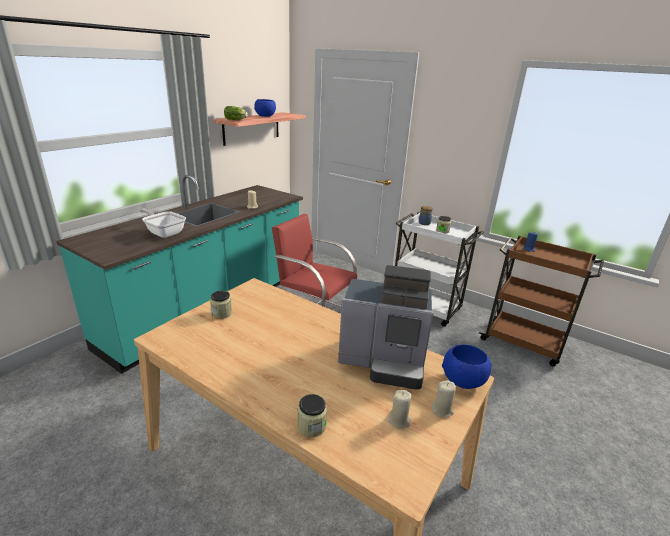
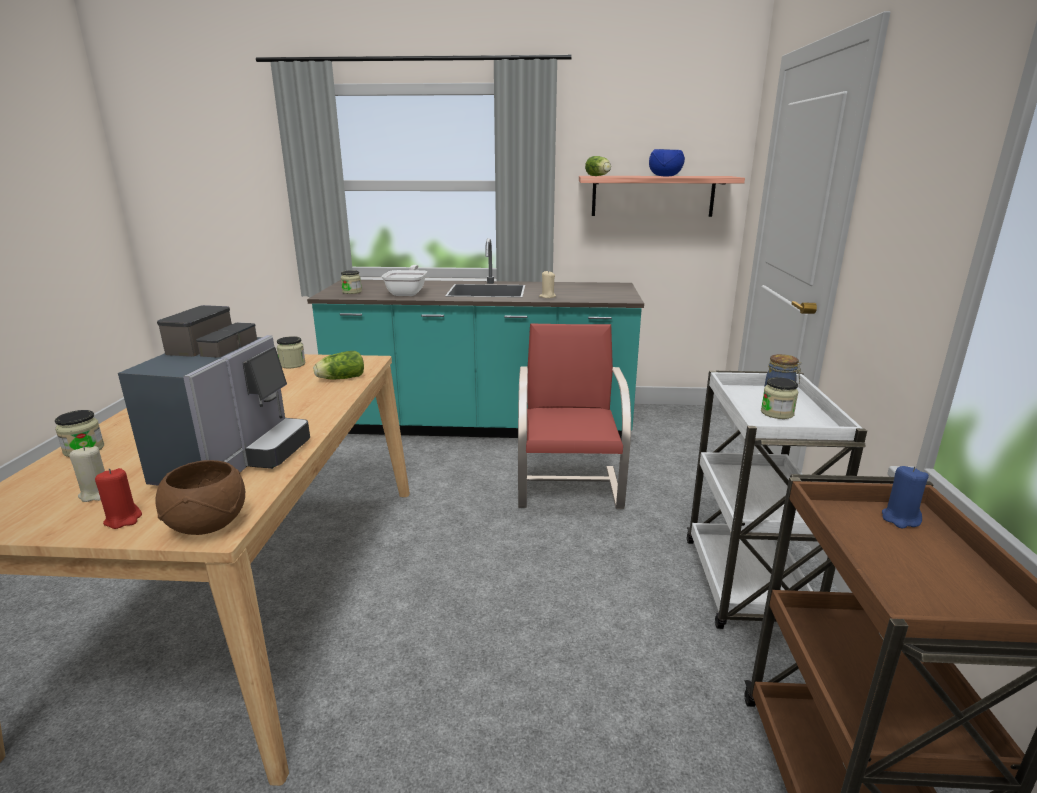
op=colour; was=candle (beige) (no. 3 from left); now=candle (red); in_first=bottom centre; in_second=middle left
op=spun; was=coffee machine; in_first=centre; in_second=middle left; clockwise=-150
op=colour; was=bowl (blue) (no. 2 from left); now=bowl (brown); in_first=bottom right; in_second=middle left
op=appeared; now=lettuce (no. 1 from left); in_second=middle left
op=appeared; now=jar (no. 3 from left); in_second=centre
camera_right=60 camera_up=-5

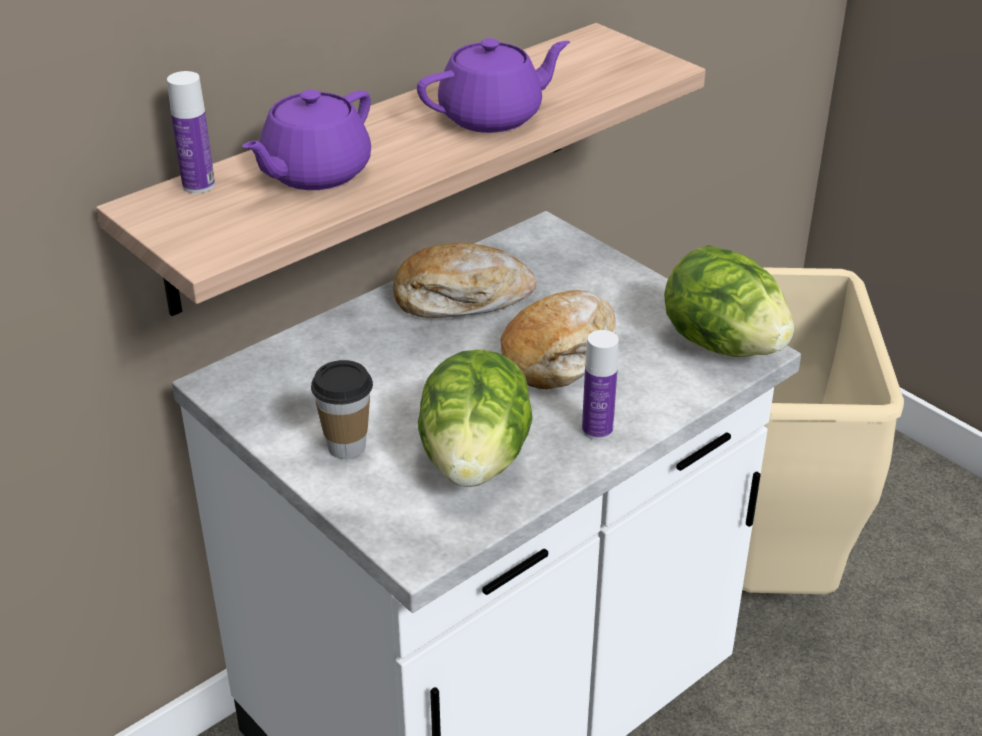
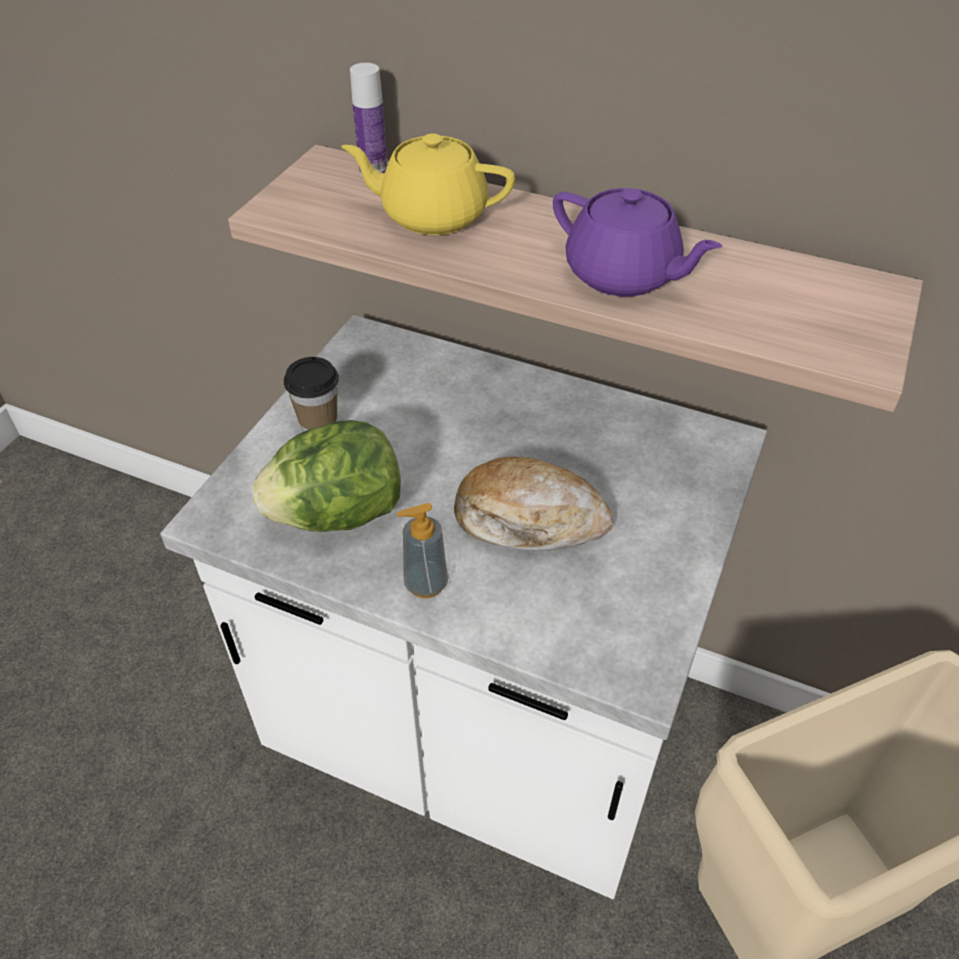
op=colour; was=teapot (purple) (no. 1 from left); now=teapot (yellow); in_first=top left; in_second=top centre
op=exchanged; was=bottle (no. 2 from left); now=soap dispenser; in_first=centre; in_second=centre
op=missing; was=bread (no. 1 from left); in_first=centre
op=missing; was=lettuce (no. 2 from left); in_first=middle right
camera_right=65 camera_up=10

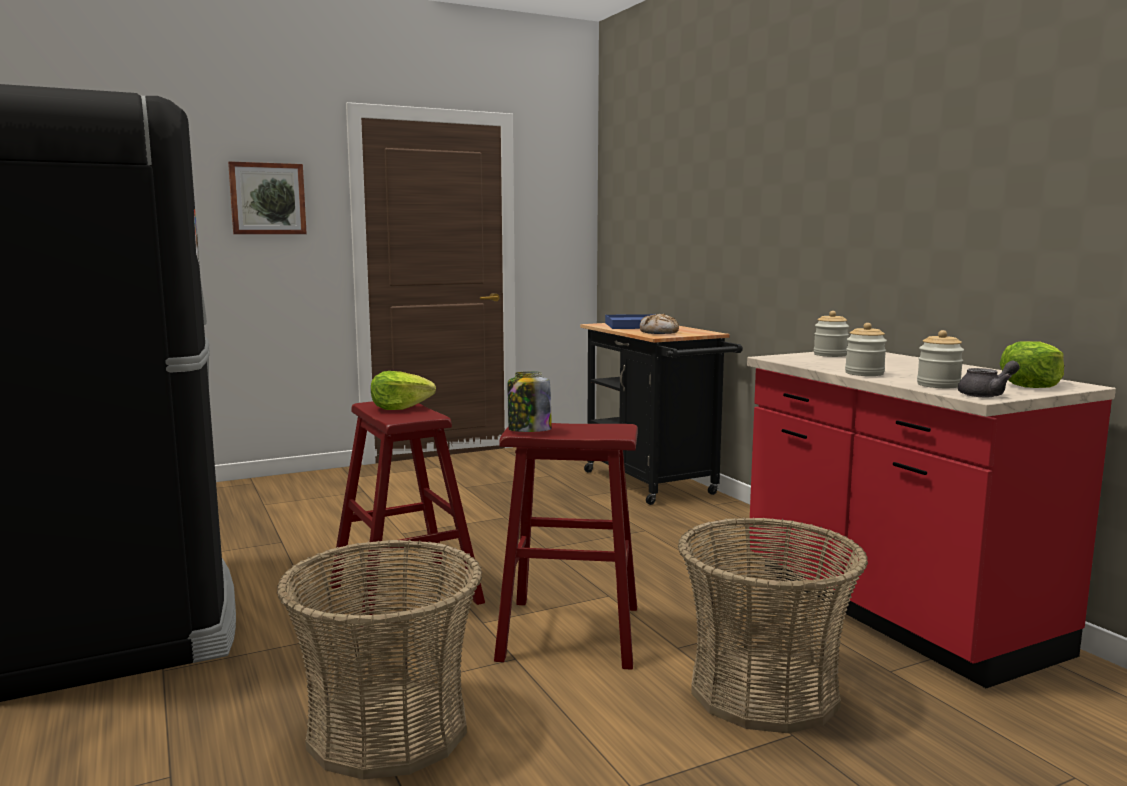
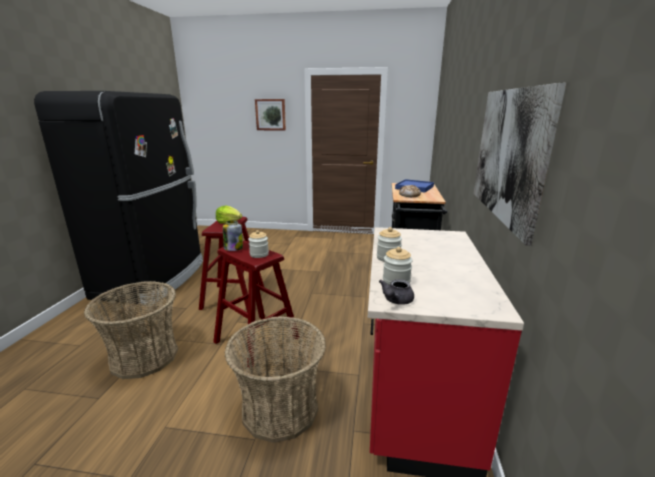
op=relocated; was=jar (no. 2 from left); in_first=middle right; in_second=centre
op=spun; was=teapot (grey); in_first=middle right; in_second=centre; clockwise=105
op=appeared; now=picture (no. 2 from left); in_second=middle right
op=missing; was=lettuce (no. 2 from left); in_first=middle right
camera_right=35 camera_up=10

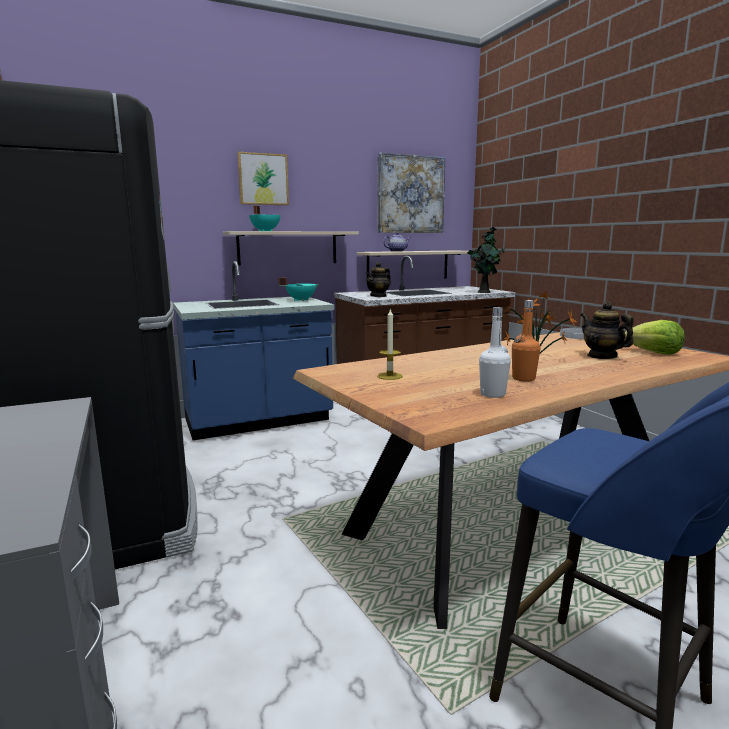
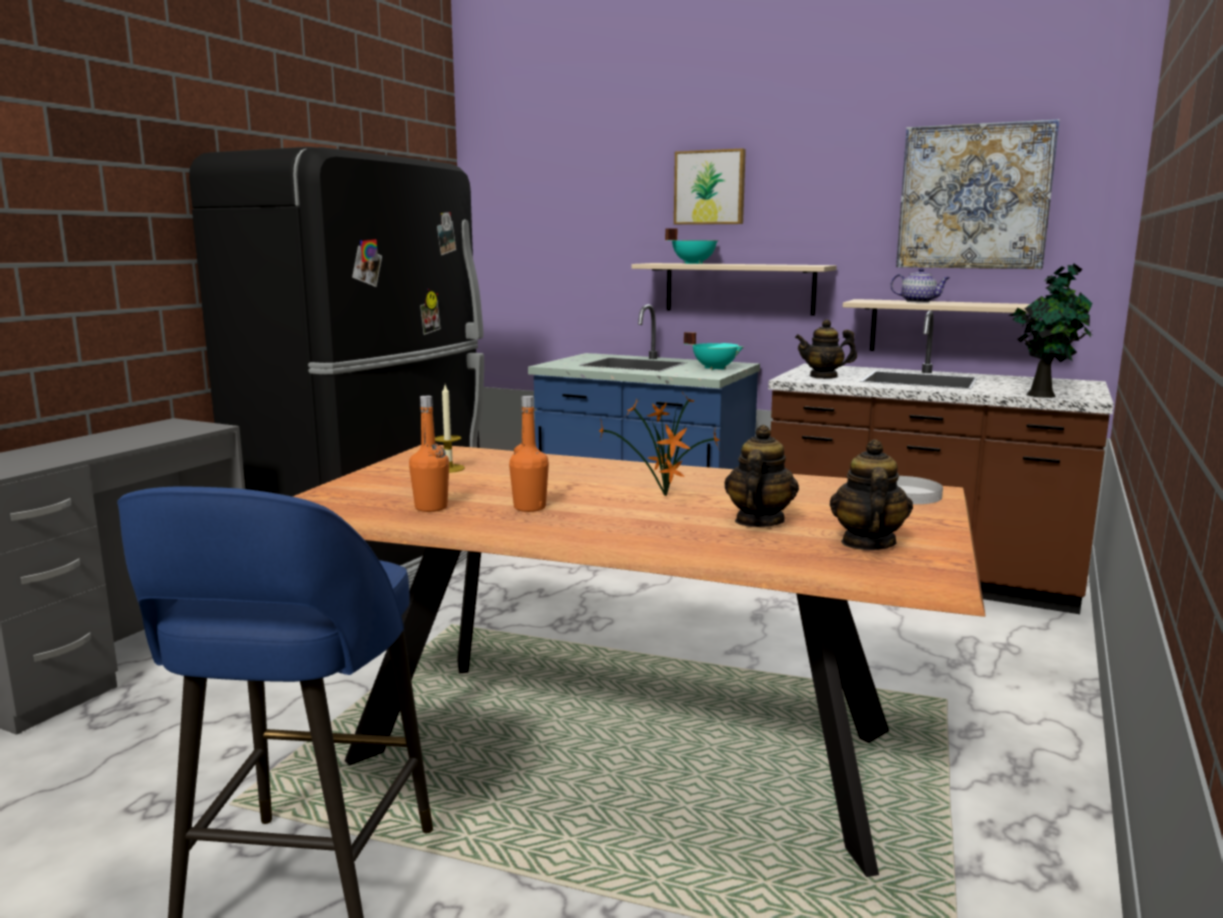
op=colour; was=bottle (white); now=bottle (orange) (no. 1 from left); in_first=middle right; in_second=centre
op=exchanged; was=lettuce; now=teapot (no. 3 from left); in_first=middle right; in_second=middle right
camera_right=50 camera_up=0

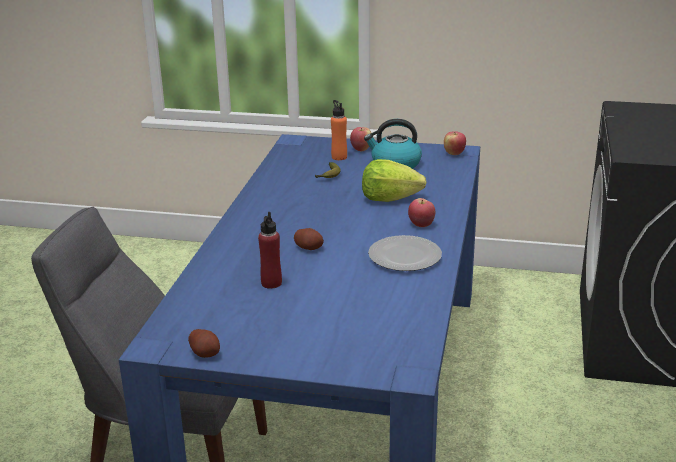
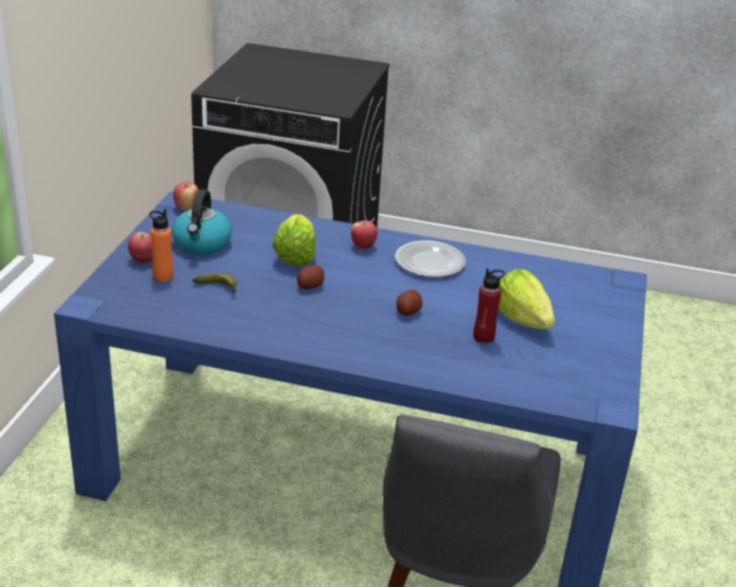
op=relocated; was=potato (no. 1 from left); in_first=bottom left; in_second=centre
op=appeared; now=lettuce (no. 2 from left); in_second=middle right
camera_right=-90 camera_up=5

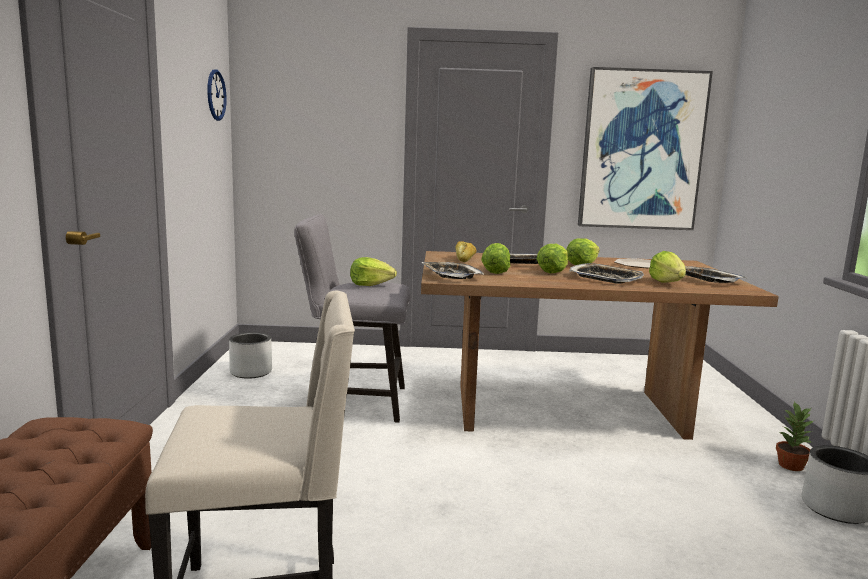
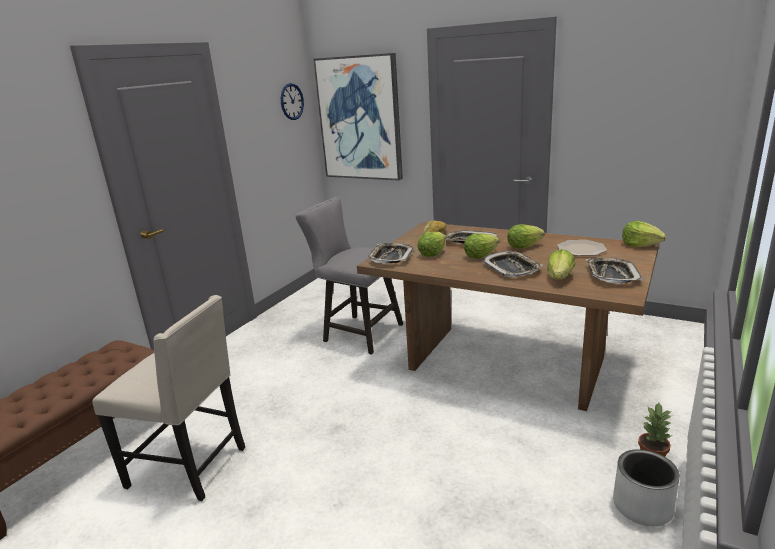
op=relocated; was=picture; in_first=top right; in_second=top centre
op=relocated; was=lettuce (no. 1 from left in the first image); now=lettuce (no. 5 from left); in_first=centre; in_second=middle right
op=missing; was=planter (grey) (no. 1 from left); in_first=middle left
camera_right=30 camera_up=10

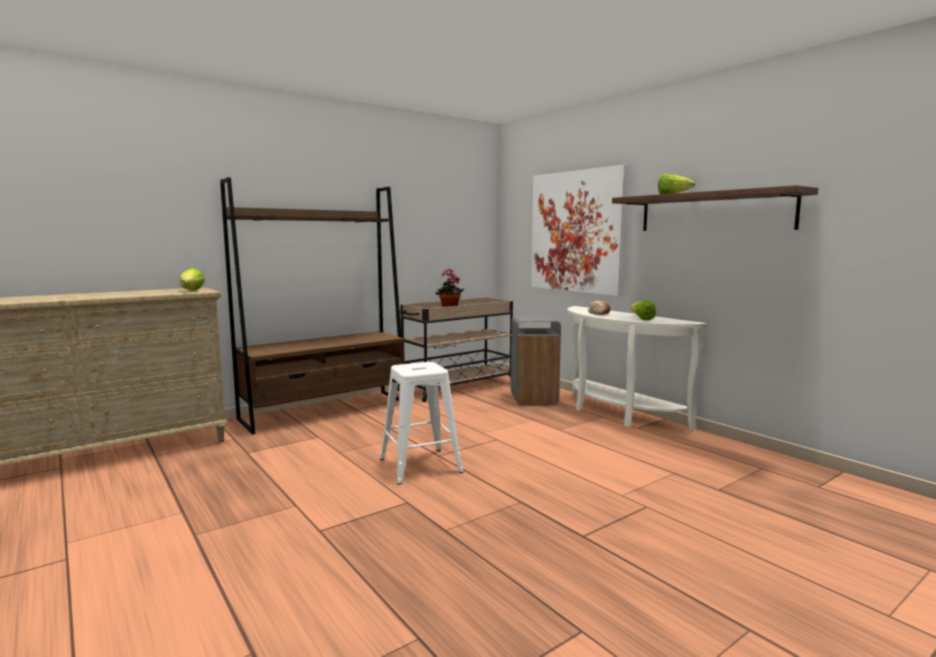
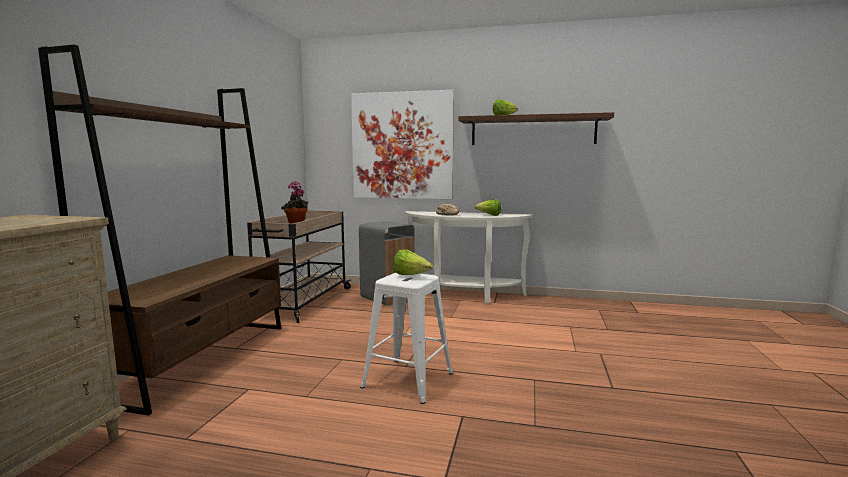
op=relocated; was=lettuce (no. 1 from left); in_first=middle left; in_second=centre
camera_right=-40 camera_up=0

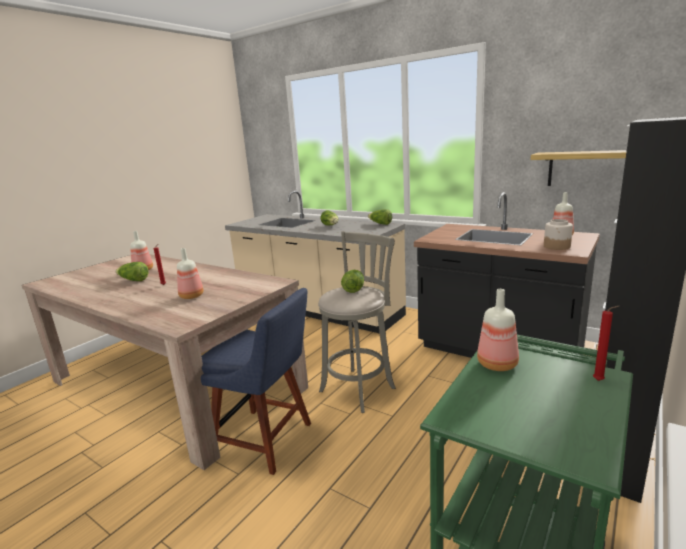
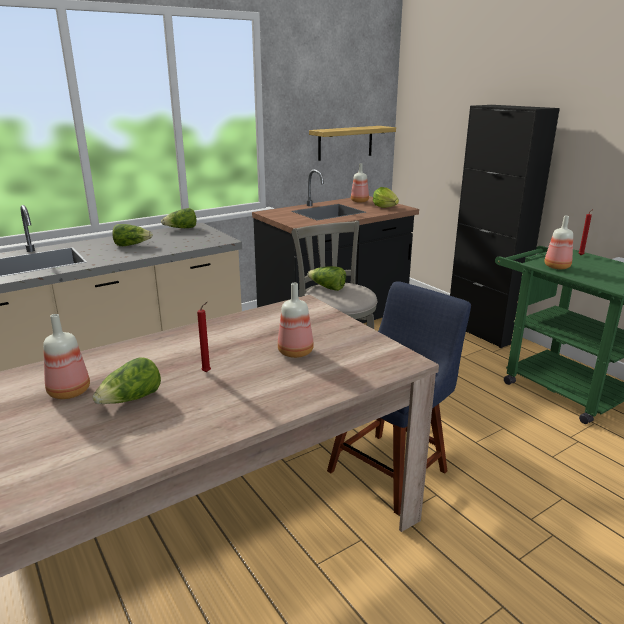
op=exchanged; was=jar; now=lettuce (no. 5 from left); in_first=middle right; in_second=top centre
camera_right=-70 camera_up=5

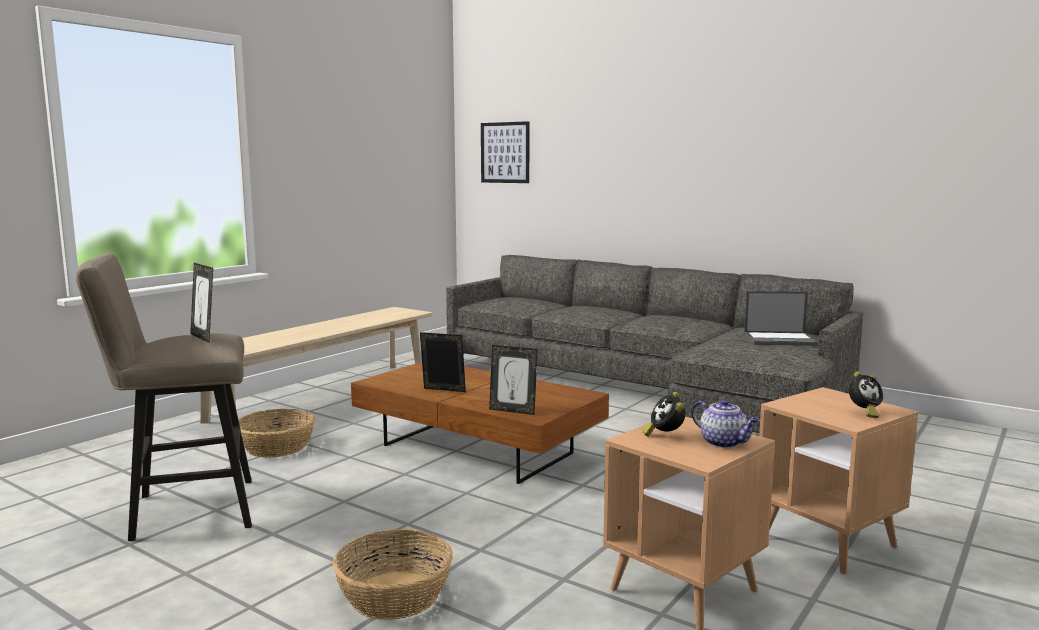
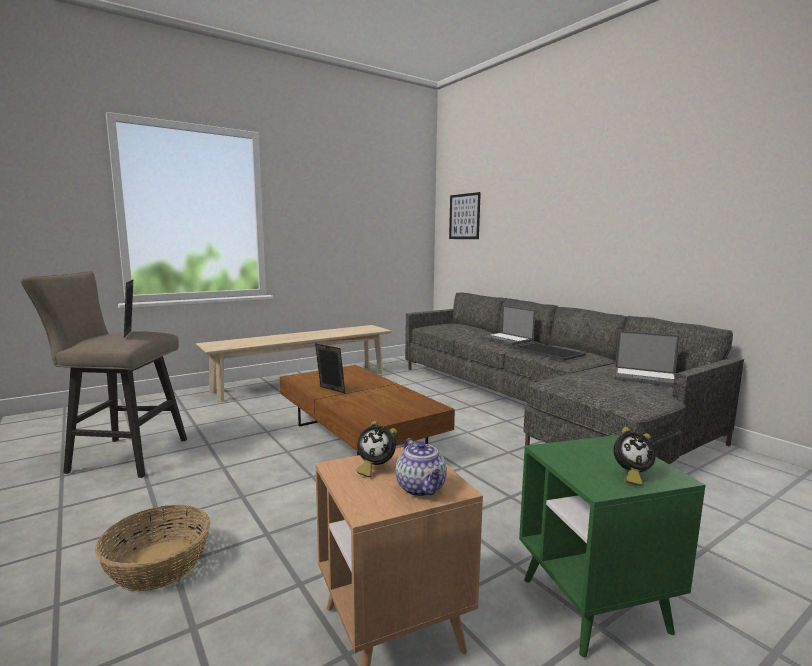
op=spun; was=alarm clock (no. 1 from left); in_first=centre; in_second=bottom centre; clockwise=-90
op=appeared; now=laptop (no. 1 from left); in_second=centre
op=appeared; now=tray; in_second=middle right
op=colour; was=side table (brown) (no. 2 from left); now=side table (green); in_first=bottom right; in_second=bottom right
op=missing; was=basket (no. 1 from left); in_first=bottom left
op=missing; was=picture frame (no. 3 from left); in_first=centre
camera_right=20 camera_up=0

